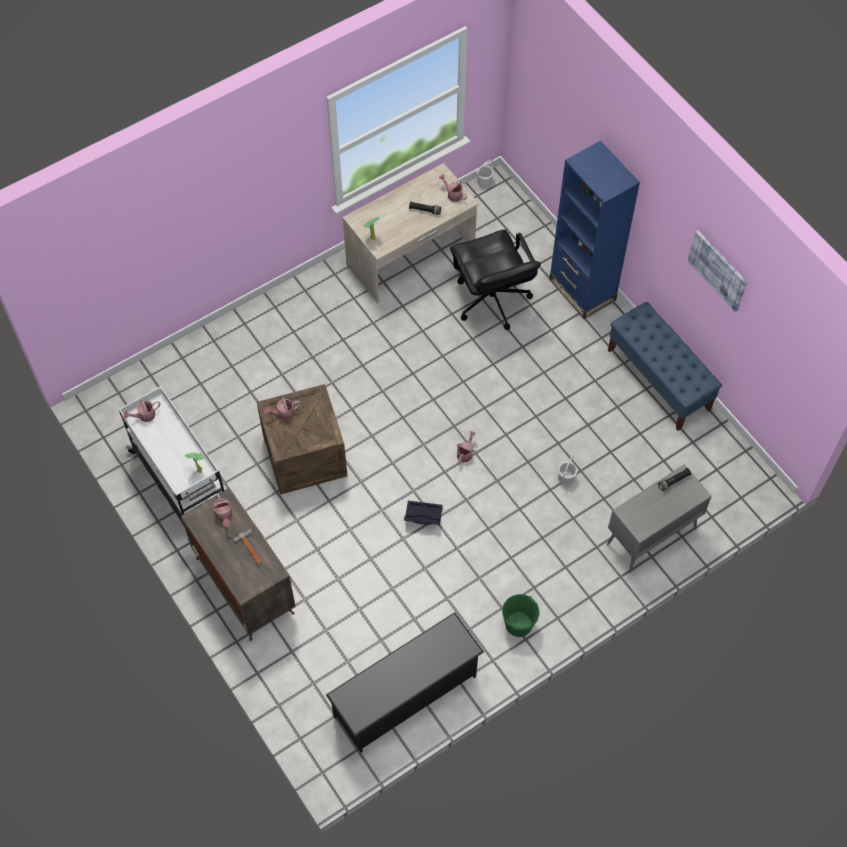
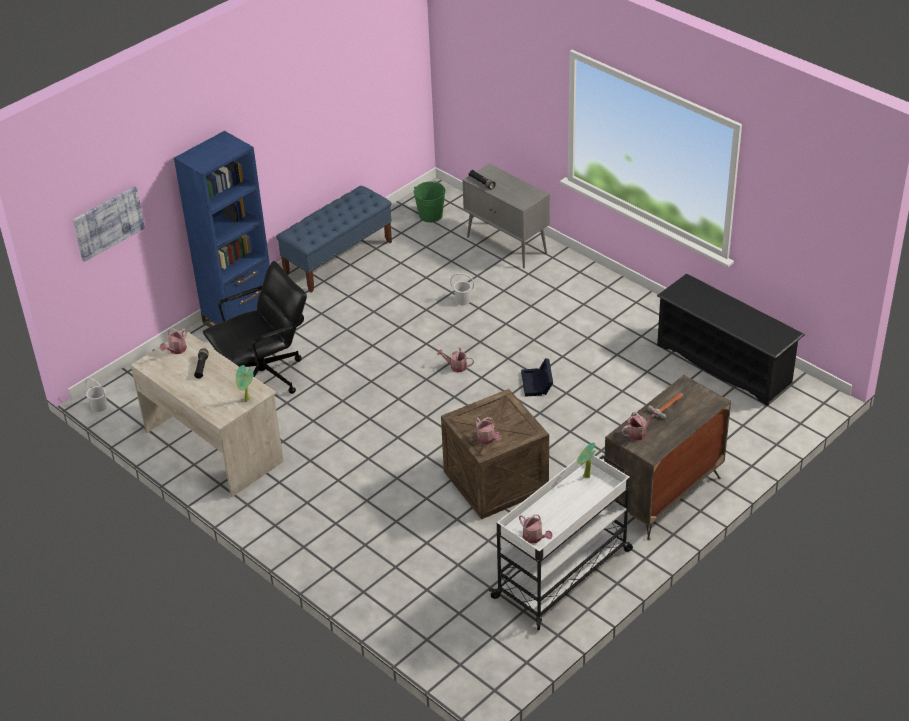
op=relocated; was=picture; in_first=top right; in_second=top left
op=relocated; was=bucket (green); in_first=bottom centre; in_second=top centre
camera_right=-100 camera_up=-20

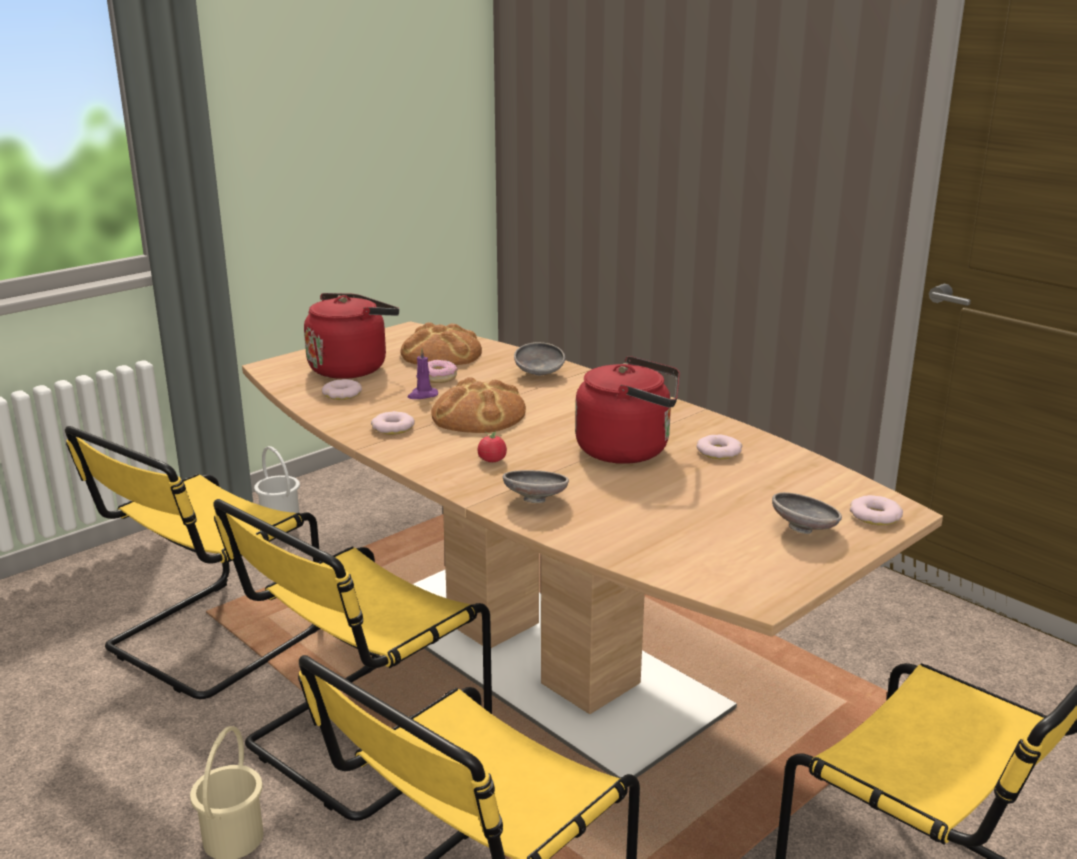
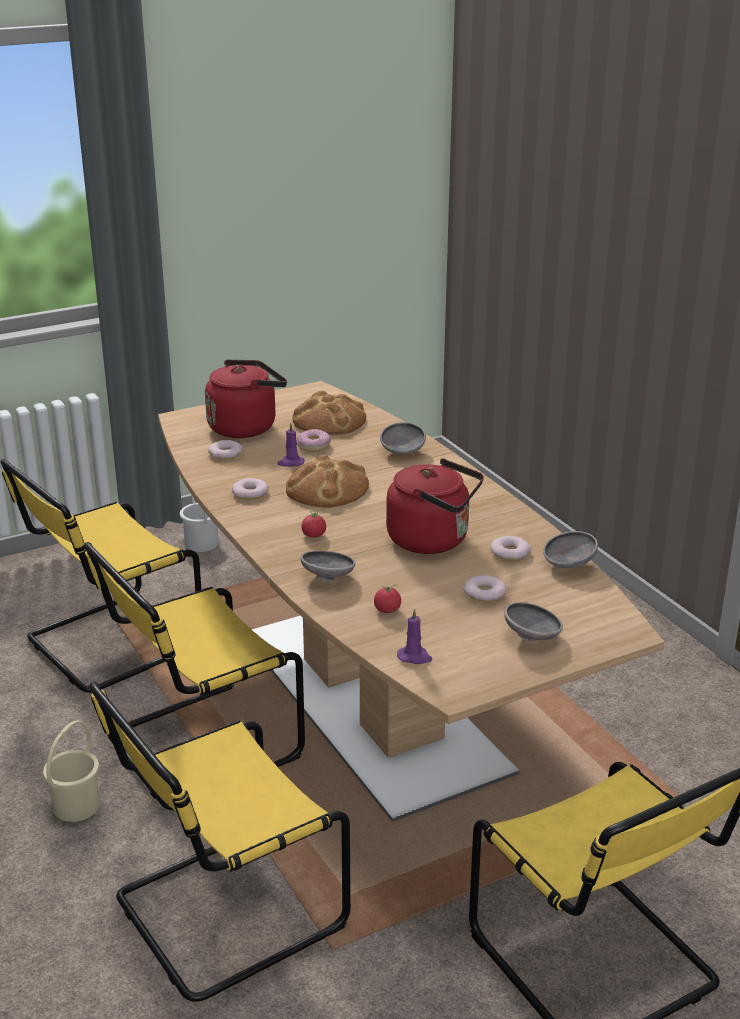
op=appeared; now=tomato (no. 2 from left); in_second=centre
op=appeared; now=candle (purple) (no. 2 from left); in_second=centre
op=relocated; was=donut (no. 5 from left in the first image); now=donut (no. 4 from left); in_first=middle right; in_second=centre
op=appeared; now=bowl (grey) (no. 4 from left); in_second=middle right
camera_right=15 camera_up=5

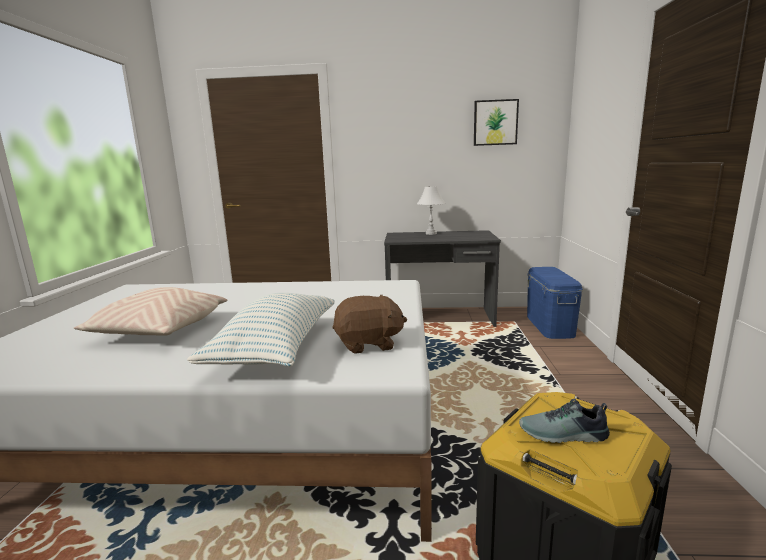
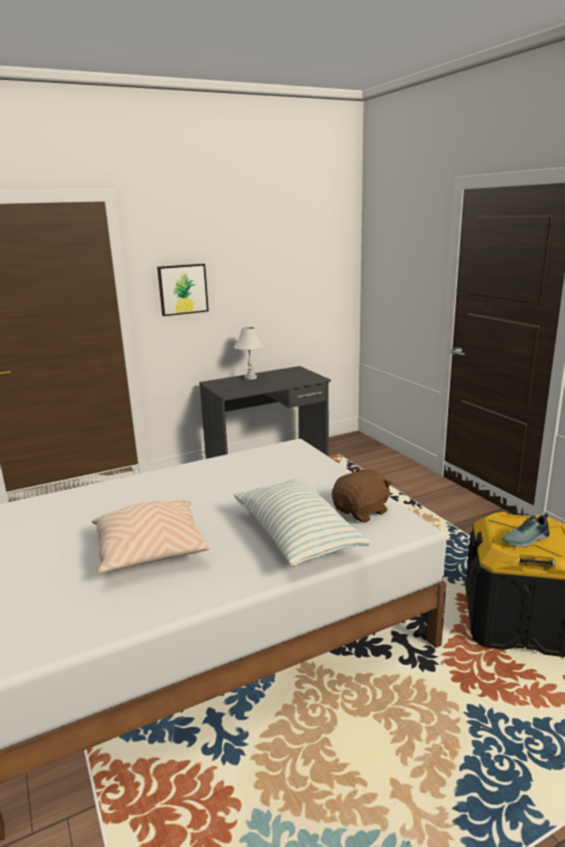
op=relocated; was=picture; in_first=top centre; in_second=middle left
op=missing; was=storage box (blue); in_first=middle right
camera_right=-30 camera_up=5

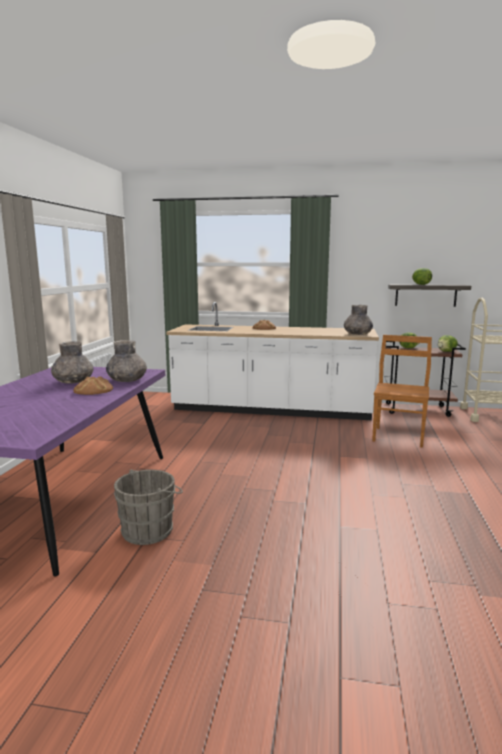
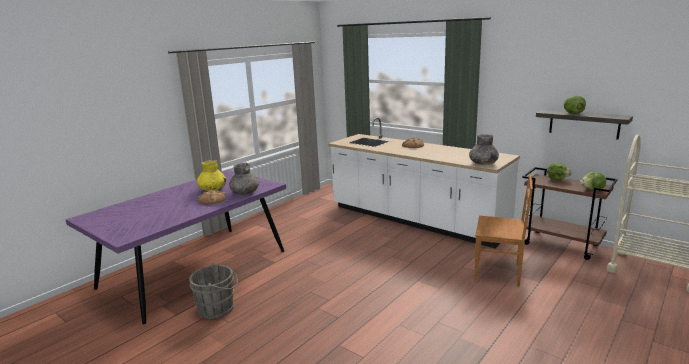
op=colour; was=vase (grey) (no. 1 from left); now=vase (yellow); in_first=middle left; in_second=middle left
op=spun; was=chair (brown); in_first=middle right; in_second=middle right; clockwise=60
camera_right=30 camera_up=5

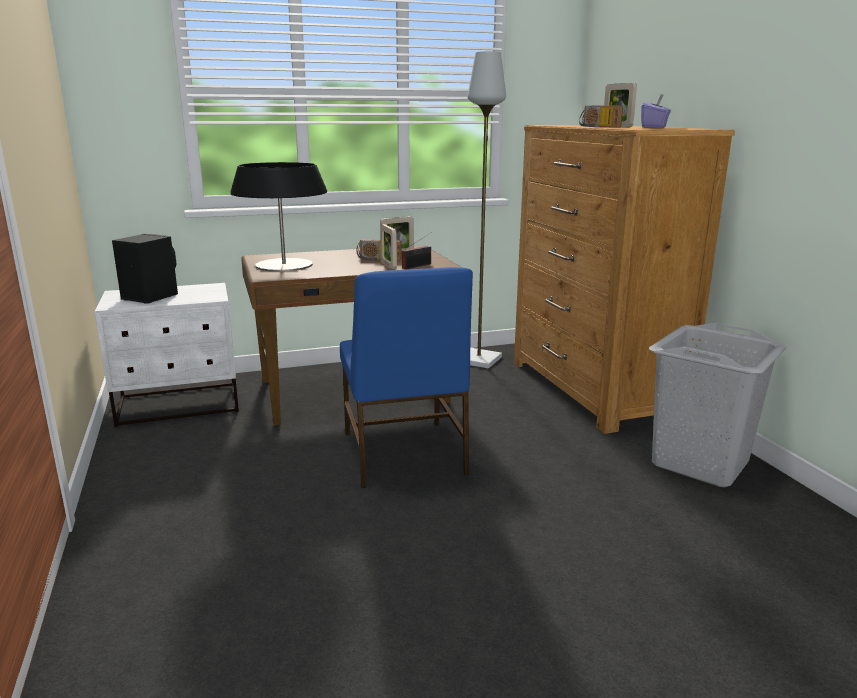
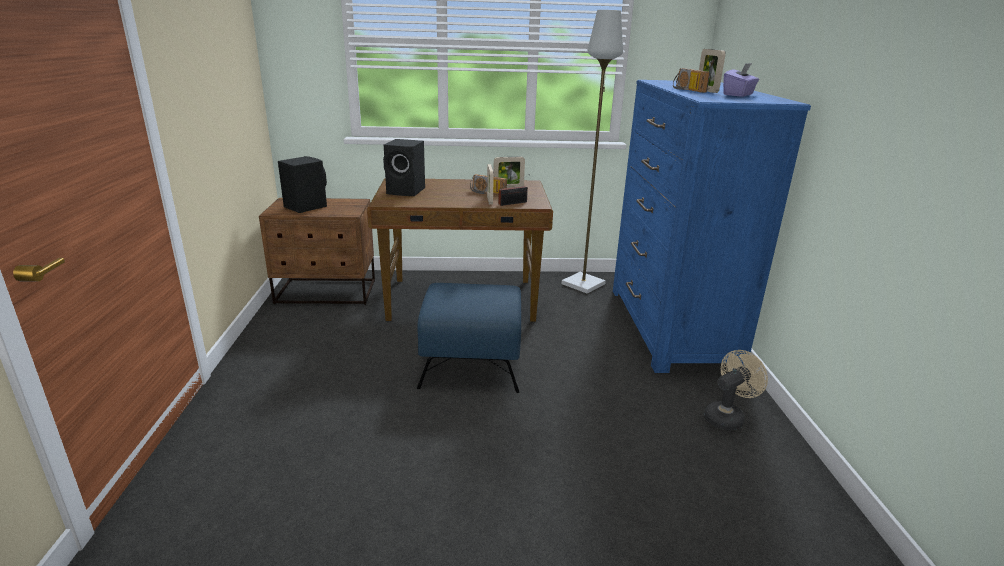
op=colour; was=nightstand (white); now=nightstand (brown); in_first=middle left; in_second=middle left
op=exchanged; was=table lamp; now=speaker (black) (no. 2 from left); in_first=top left; in_second=top centre
op=exchanged; was=chair (blue); now=ottoman (blue); in_first=centre; in_second=centre
op=colour; was=dresser (brown); now=dresser (blue); in_first=middle right; in_second=middle right
op=exchanged; was=laundry basket (grey); now=fan (beige); in_first=middle right; in_second=bottom right
camera_right=15 camera_up=5

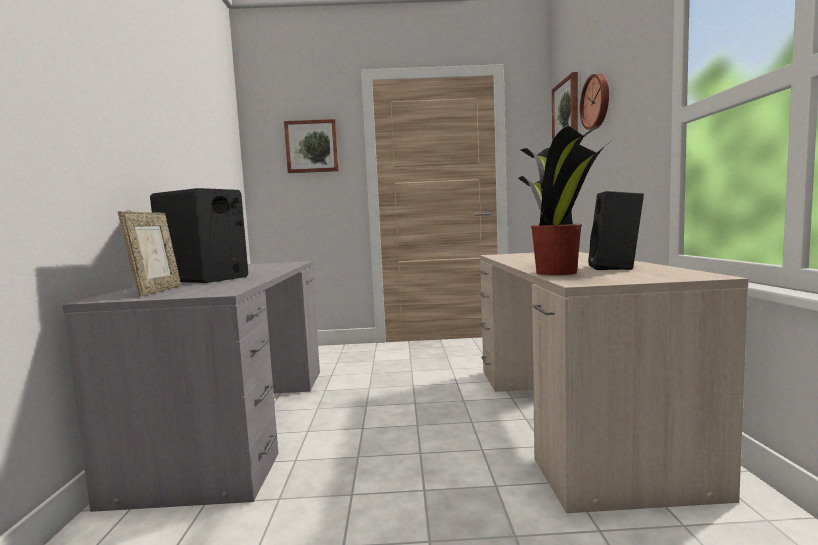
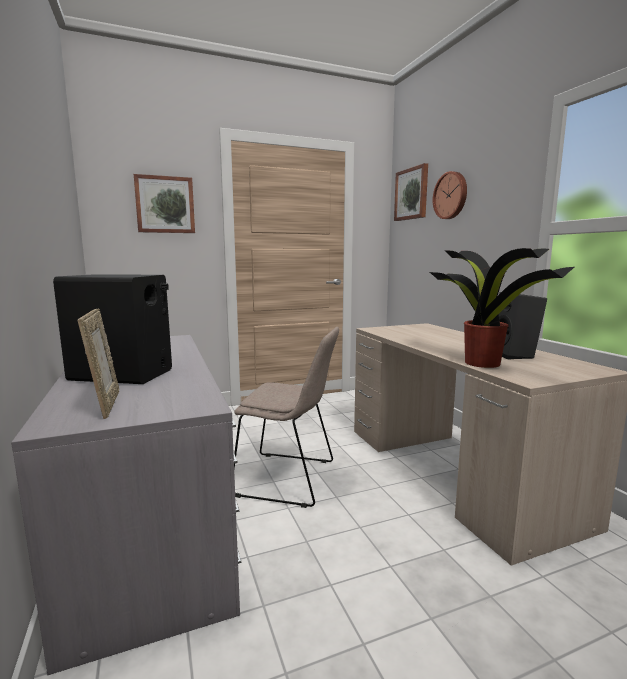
op=appeared; now=chair (beige); in_second=centre
camera_right=-20 camera_up=5

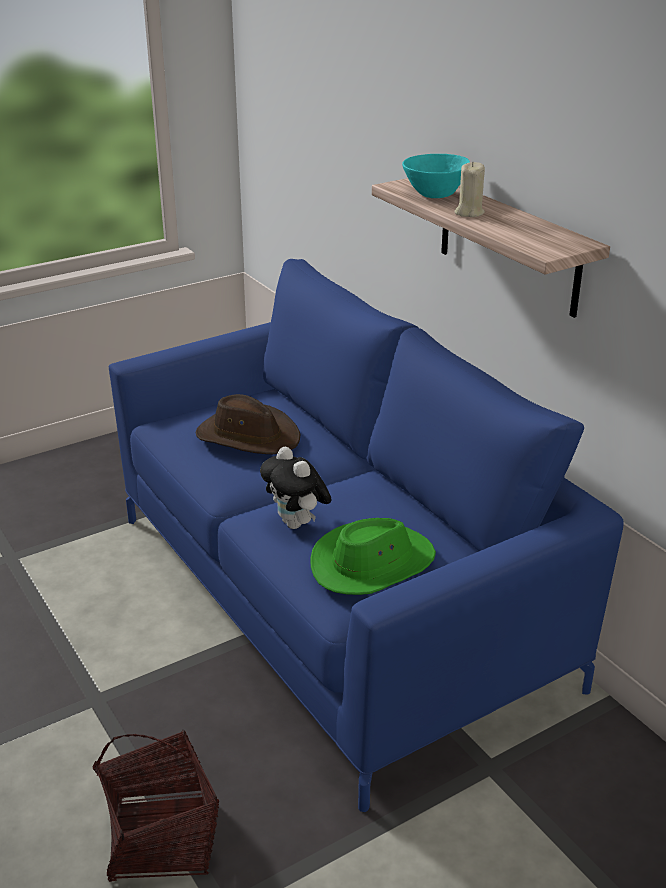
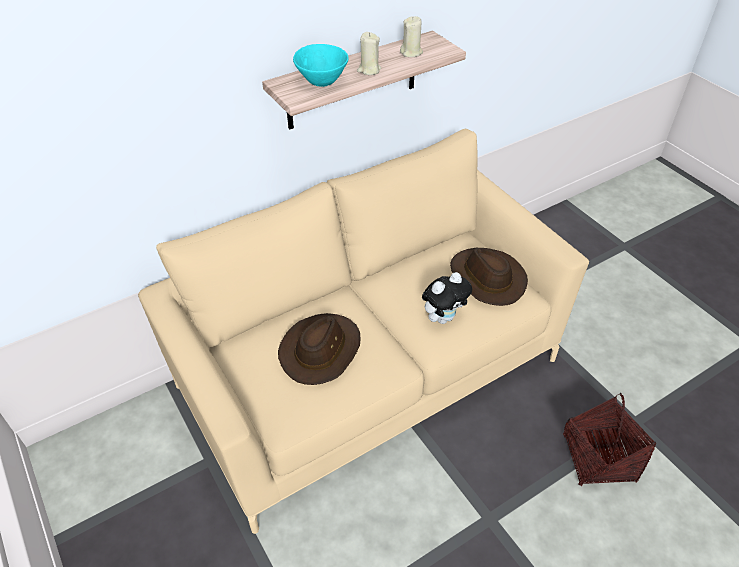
op=colour; was=sofa (blue); now=sofa (beige); in_first=centre; in_second=centre
op=appeared; now=candle (beige) (no. 2 from left); in_second=top centre
op=colour; was=hat (green); now=hat (brown) (no. 2 from left); in_first=centre; in_second=centre
camera_right=-90 camera_up=15

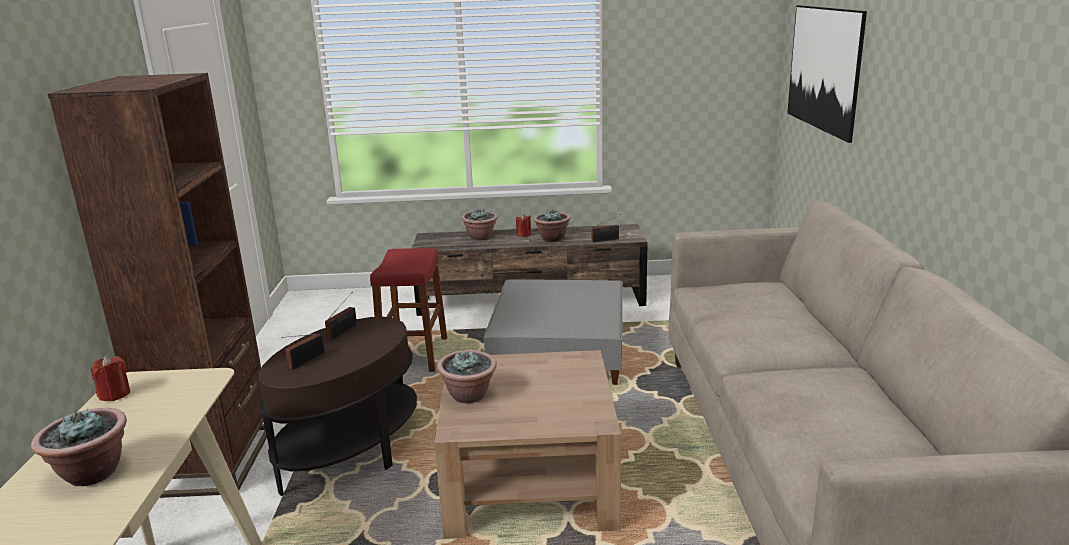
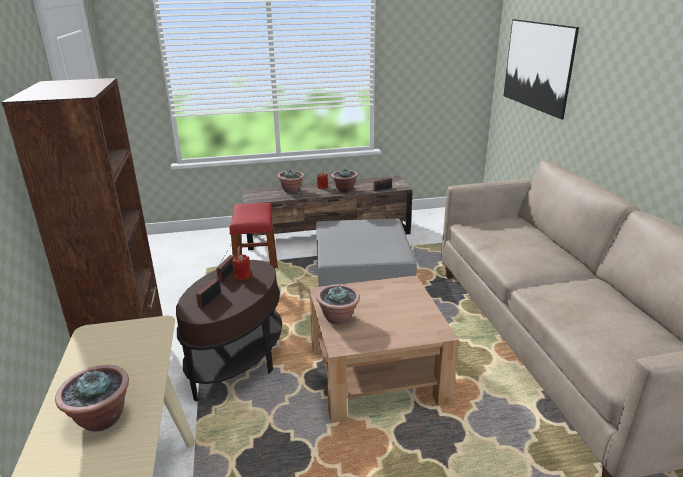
op=relocated; was=candle (red) (no. 1 from left); in_first=bottom left; in_second=centre
camera_right=-10 camera_up=5

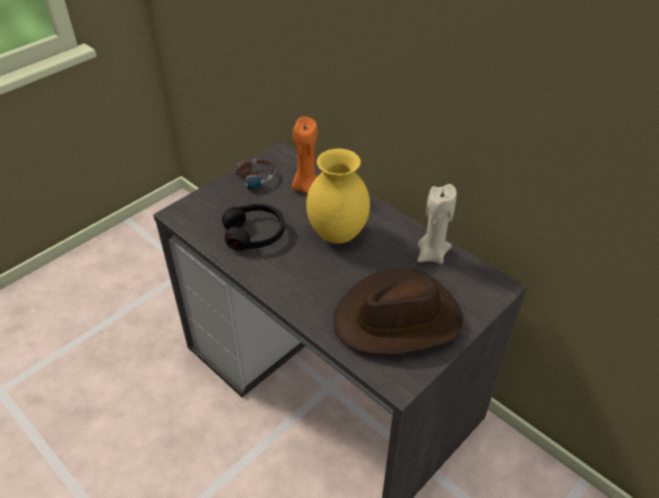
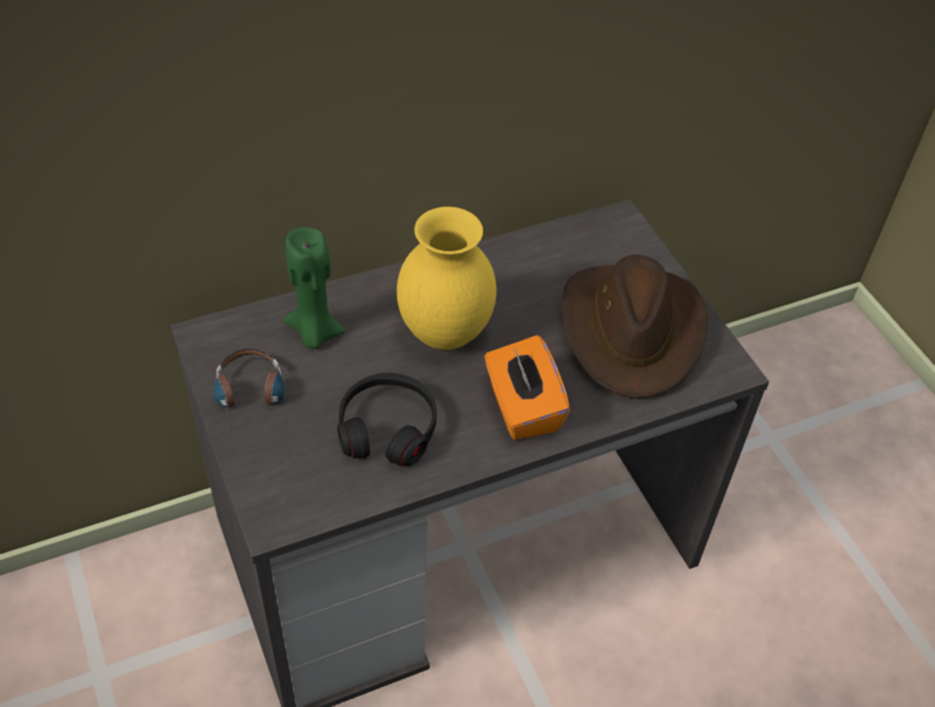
op=colour; was=candle (orange); now=candle (green); in_first=top centre; in_second=centre
op=appeared; now=tissue box (orange); in_second=centre
op=missing; was=candle (beige); in_first=centre
camera_right=-70 camera_up=5

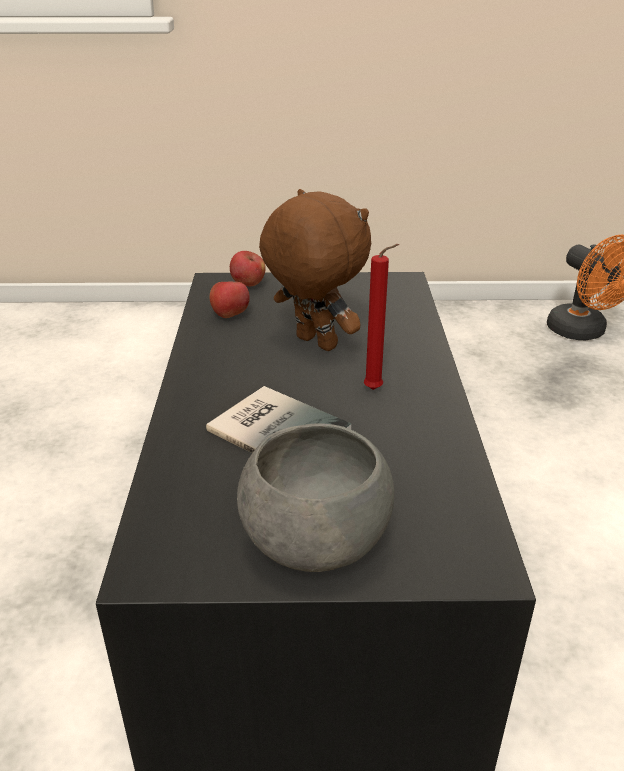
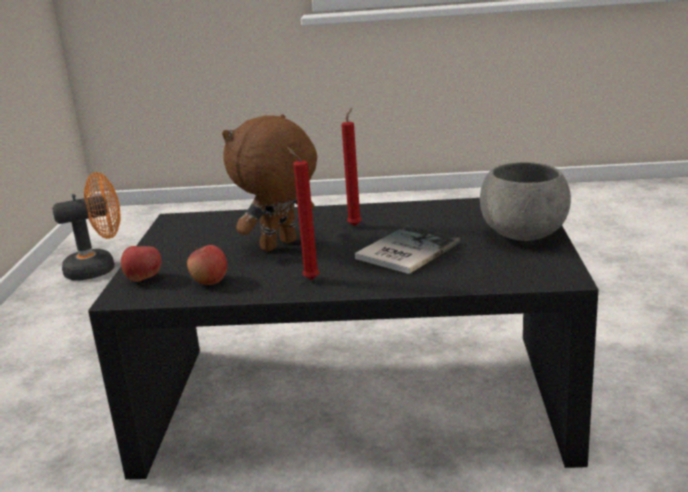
op=appeared; now=candle (red) (no. 1 from left); in_second=centre
camera_right=-85 camera_up=-10

